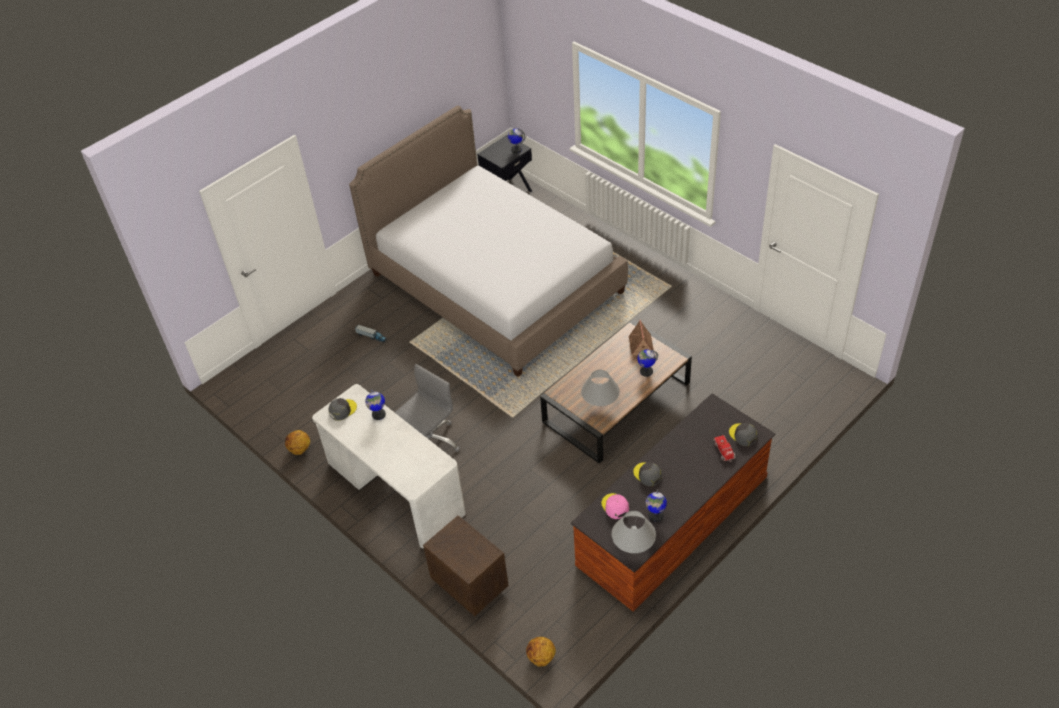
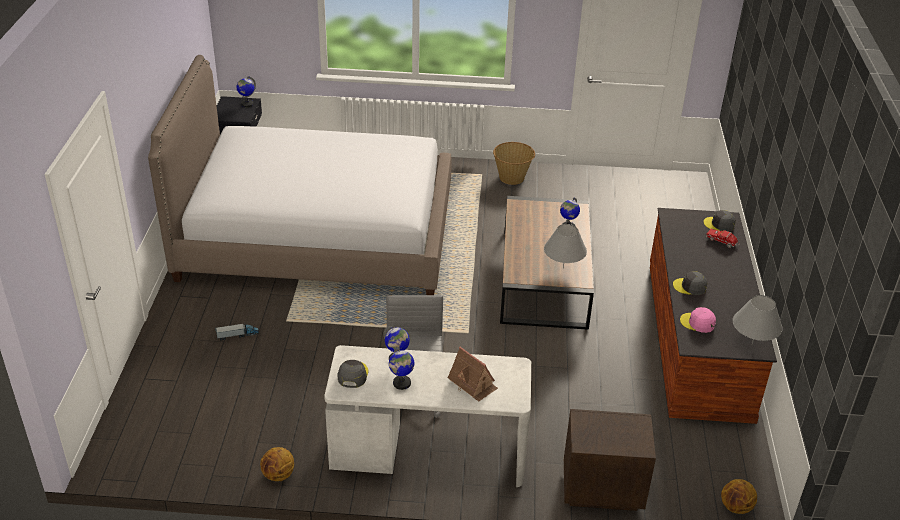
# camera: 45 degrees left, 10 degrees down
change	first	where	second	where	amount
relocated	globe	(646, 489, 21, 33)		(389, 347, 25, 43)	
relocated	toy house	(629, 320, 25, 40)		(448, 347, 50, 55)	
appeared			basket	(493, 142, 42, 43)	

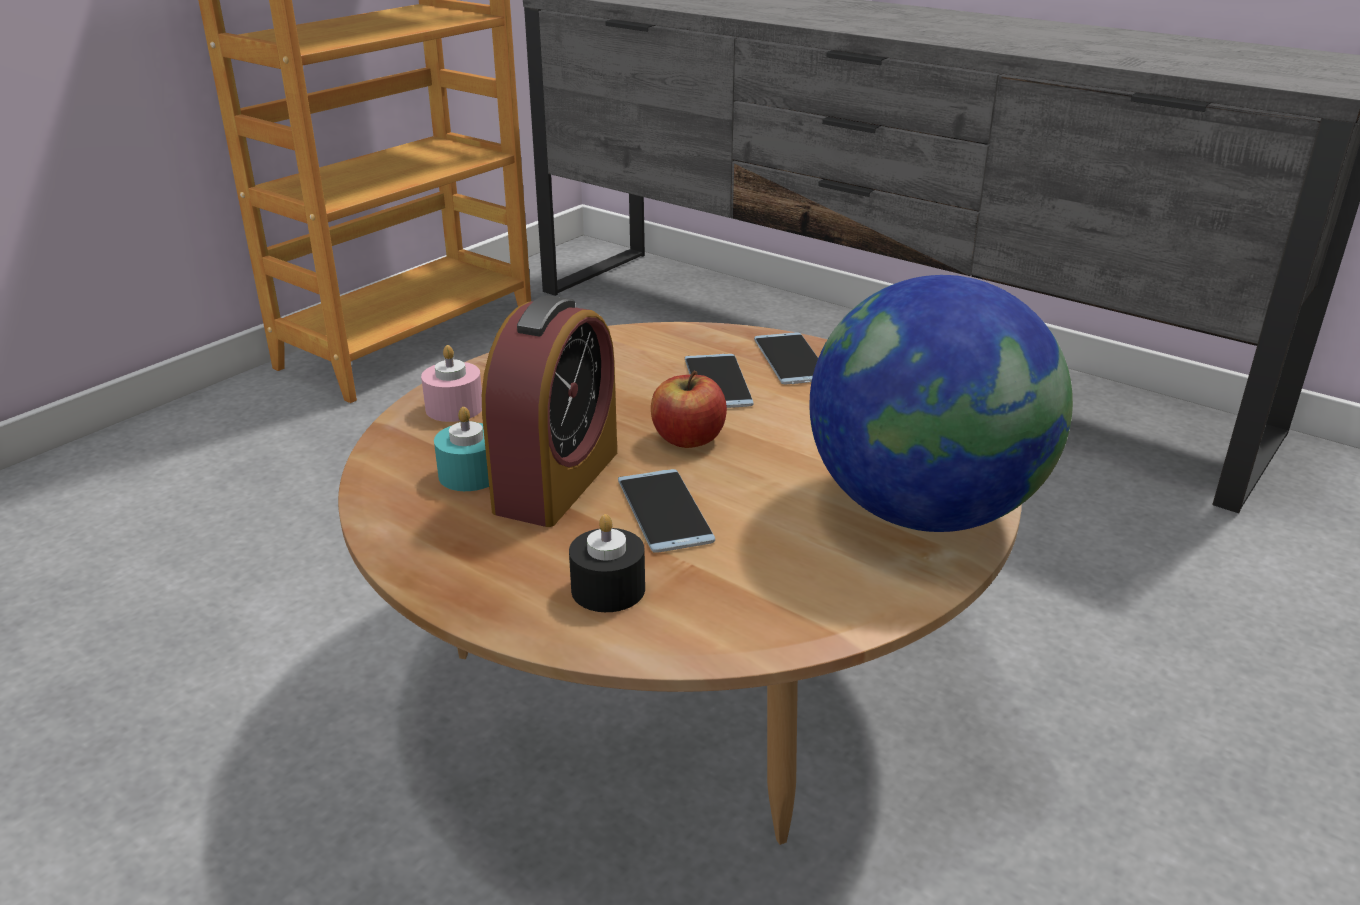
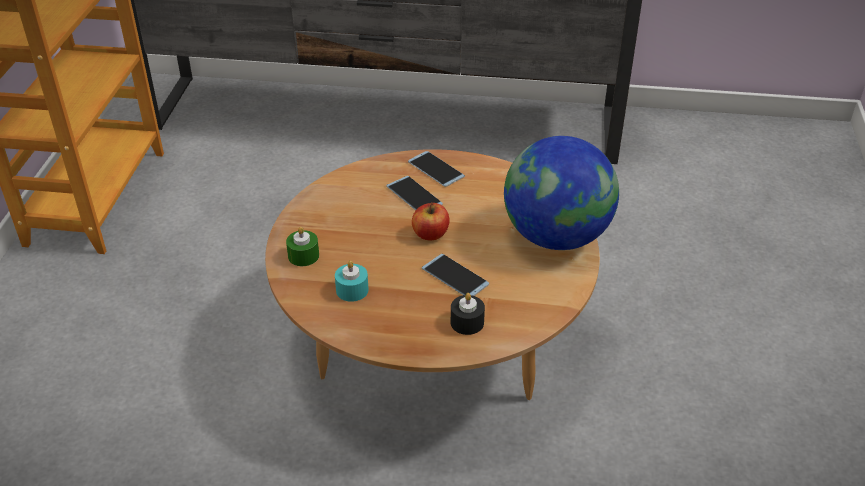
# camera: 30 degrees left, 10 degrees up
change	first	where	second	where	amount
colour	pink candle	(421, 345, 61, 77)	green candle	(286, 227, 33, 39)	
missing	alarm clock	(482, 295, 135, 232)			

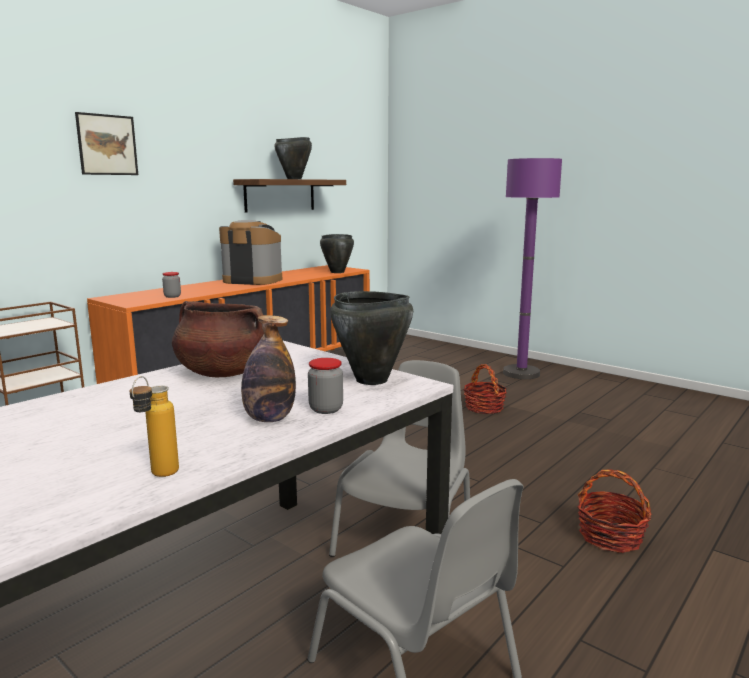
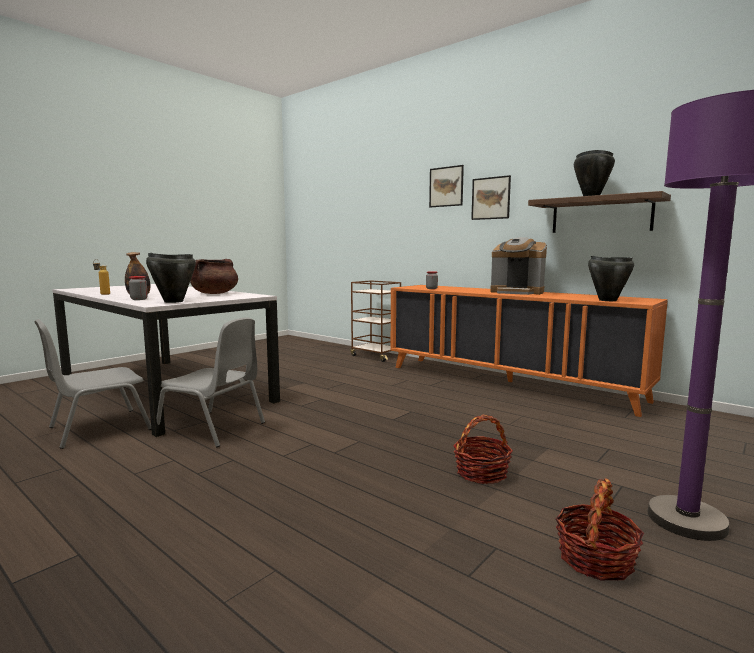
# camera: 90 degrees right, 5 degrees down
change	first	where	second	where	amount
appeared			picture	(471, 175, 40, 45)	
spun	coffee machine	(219, 220, 63, 65)		(490, 237, 57, 58)	105 degrees clockwise
relocated	basket	(577, 469, 74, 84)		(555, 478, 89, 103)	

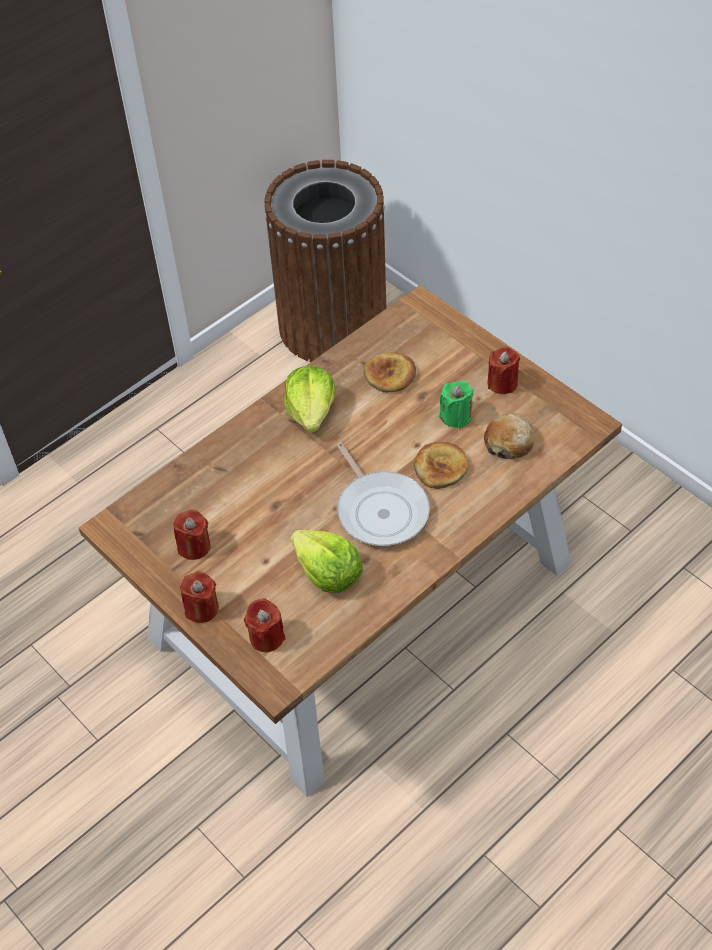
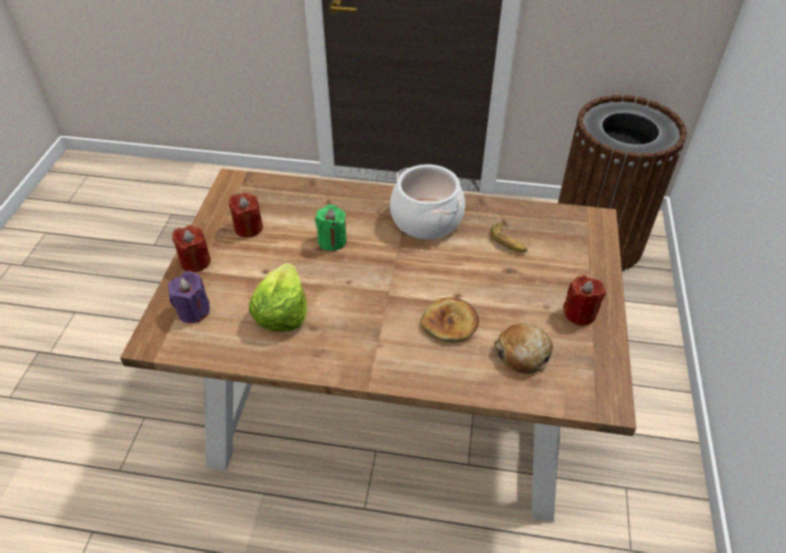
# camera: 50 degrees right, 5 degrees down
change	first	where	second	where	amount
colour	red candle	(244, 598, 41, 55)	purple candle	(168, 271, 42, 52)	
relocated	green candle	(440, 381, 34, 48)		(315, 205, 32, 46)	
exchanged	lettuce	(284, 366, 51, 66)	cooking pot	(390, 164, 75, 75)	
exchanged	bread	(364, 352, 52, 40)	banana	(491, 223, 37, 29)	
missing	frying pan	(337, 442, 93, 104)			

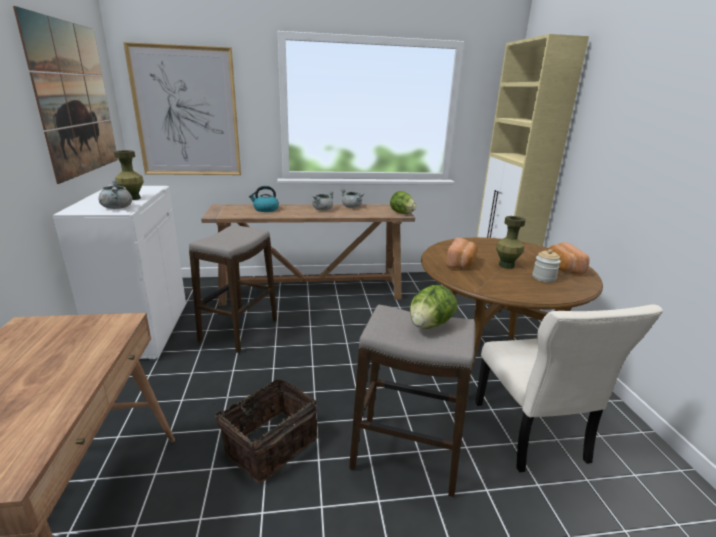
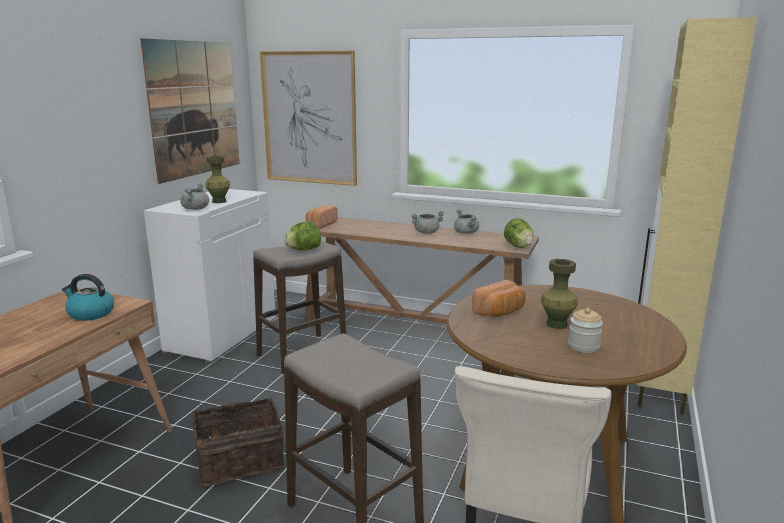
# camera: 30 degrees right, 5 degrees down
change	first	where	second	where	amount
relocated	kettle	(249, 186, 30, 26)		(62, 274, 52, 47)	
relocated	lettuce	(410, 285, 48, 44)		(284, 222, 37, 28)	
relocated	bread	(547, 242, 43, 33)		(306, 205, 32, 24)	

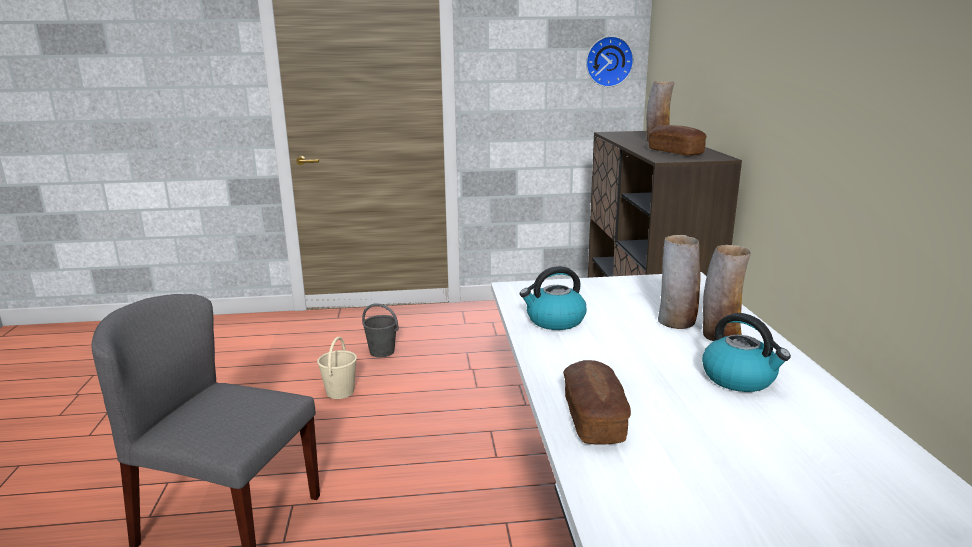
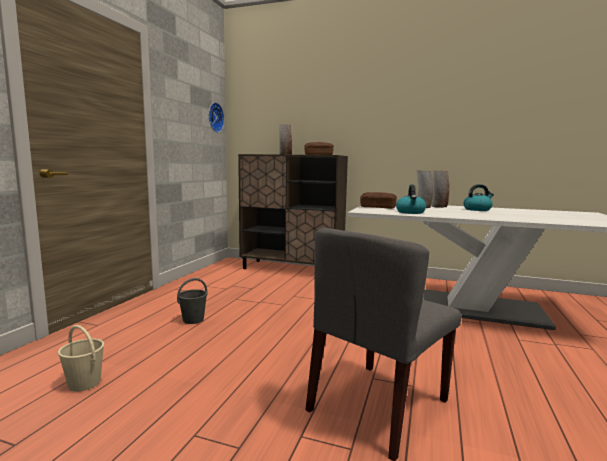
# camera: 65 degrees left, 10 degrees down
change	first	where	second	where	amount
relocated	beige bucket	(317, 337, 40, 62)		(58, 325, 46, 67)	
relocated	bread	(563, 360, 68, 85)		(360, 192, 37, 17)	

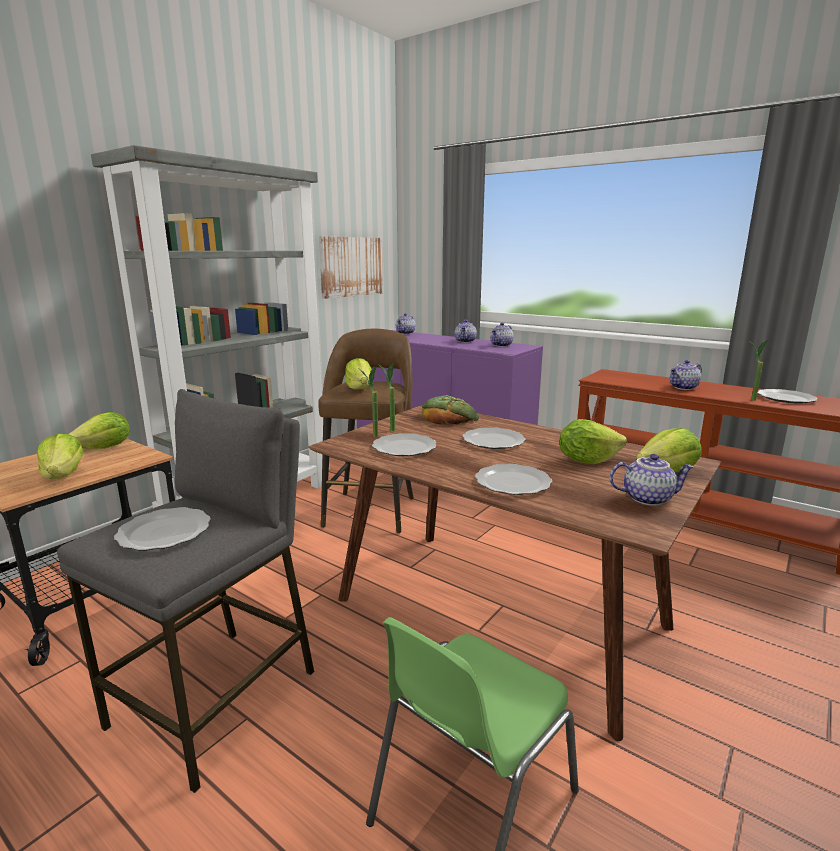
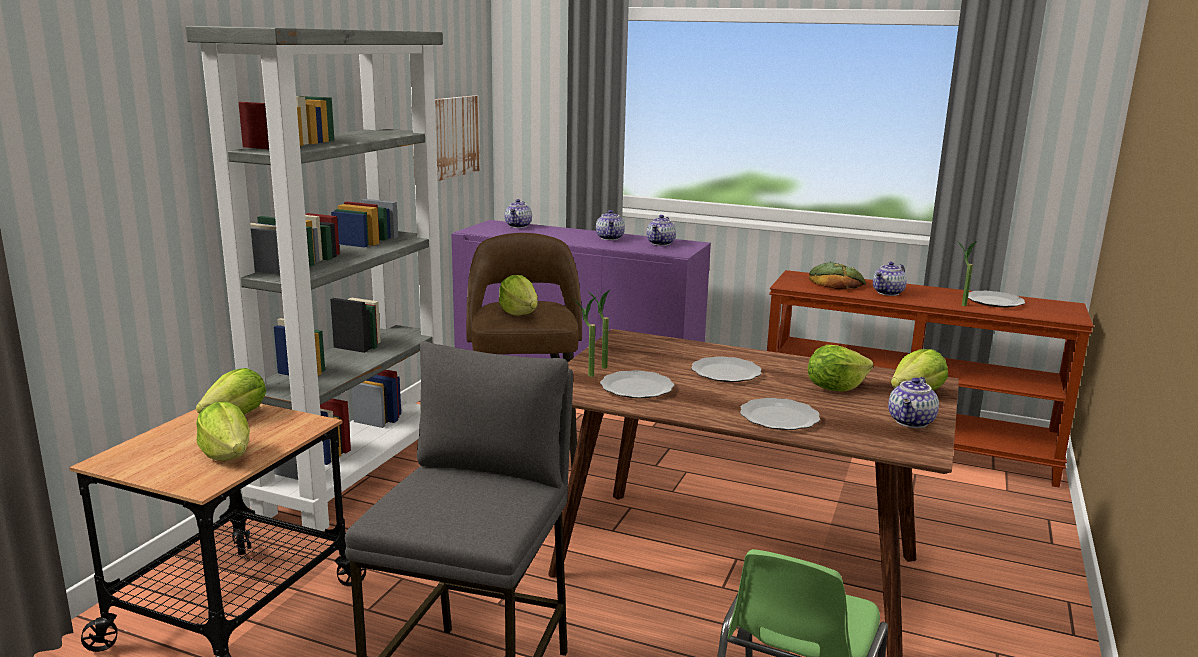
# camera: 15 degrees left, 0 degrees up
change	first	where	second	where	amount
relocated	bread	(422, 395, 57, 29)		(809, 262, 57, 27)	
spun	teapot	(609, 454, 85, 52)		(888, 377, 51, 51)	135 degrees clockwise
missing	plate	(114, 507, 97, 44)			

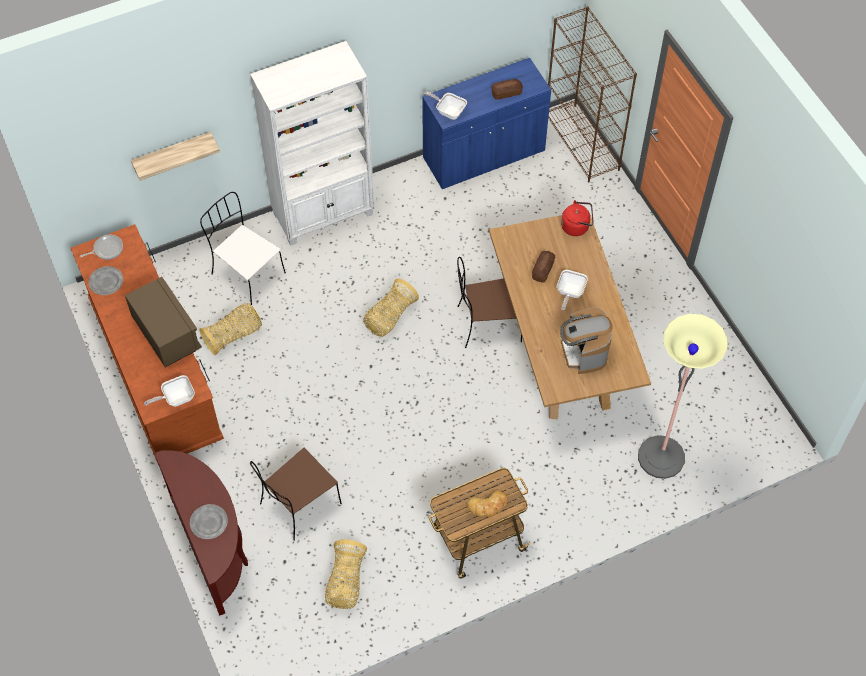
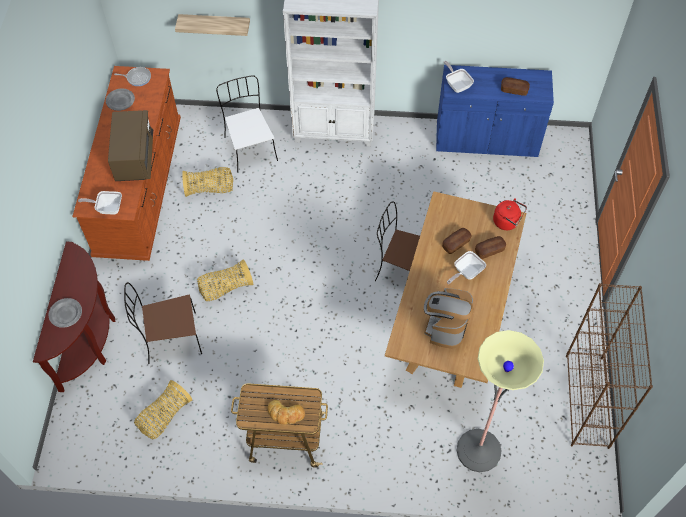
# camera: 30 degrees right, 0 degrees up
change	first	where	second	where	amount
relocated	basket	(363, 279, 56, 58)		(197, 259, 56, 42)	
appeared			bread	(475, 236, 31, 23)	
relocated	brown bookcase	(548, 6, 89, 177)		(566, 283, 87, 166)	

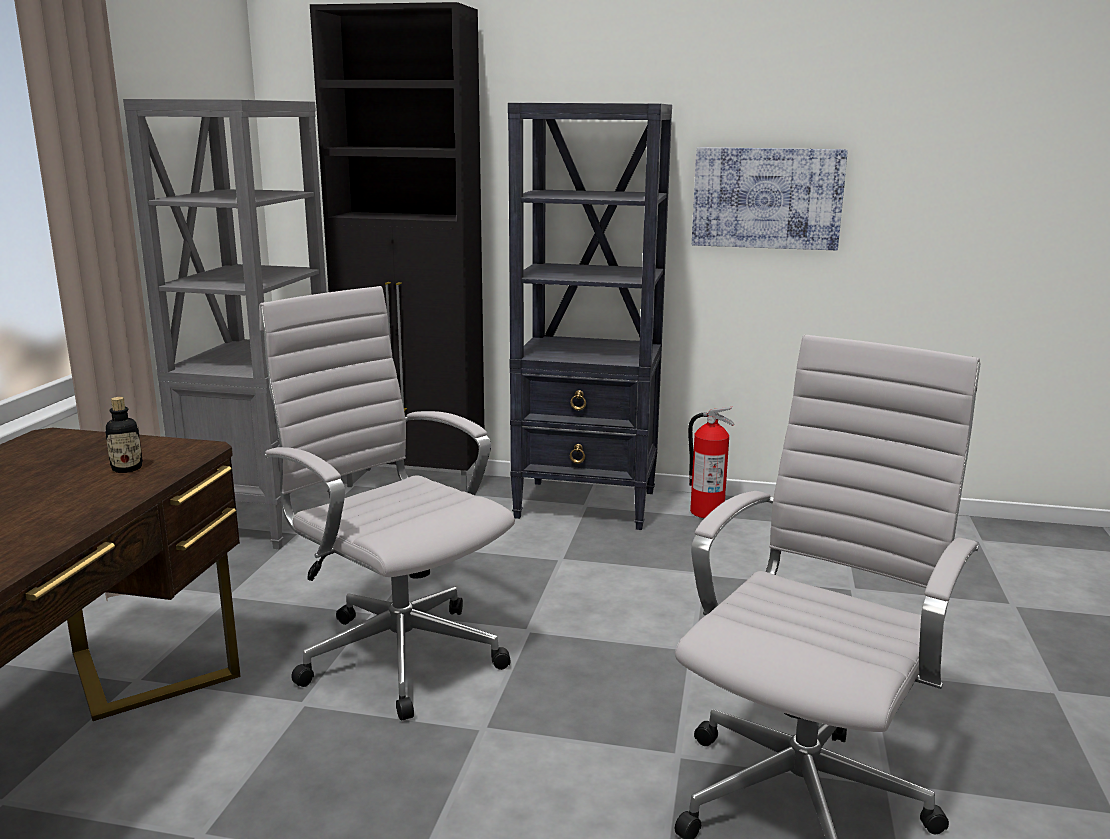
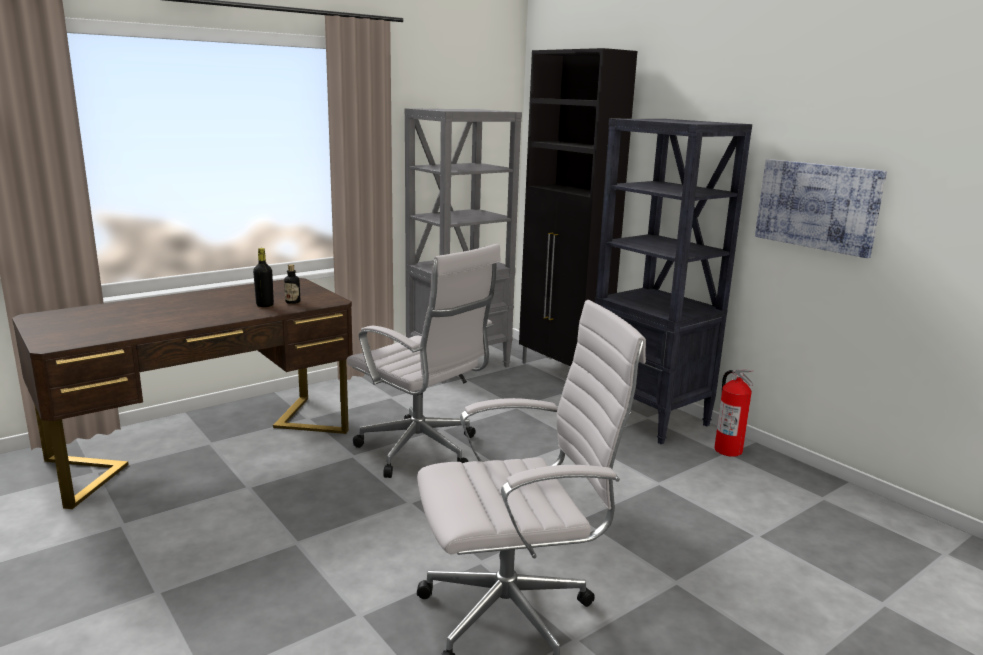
# camera: 40 degrees right, 0 degrees up
change	first	where	second	where	amount
appeared			black bottle	(253, 248, 21, 59)	
spun	white office chair	(259, 286, 256, 434)		(347, 244, 154, 234)	135 degrees clockwise

